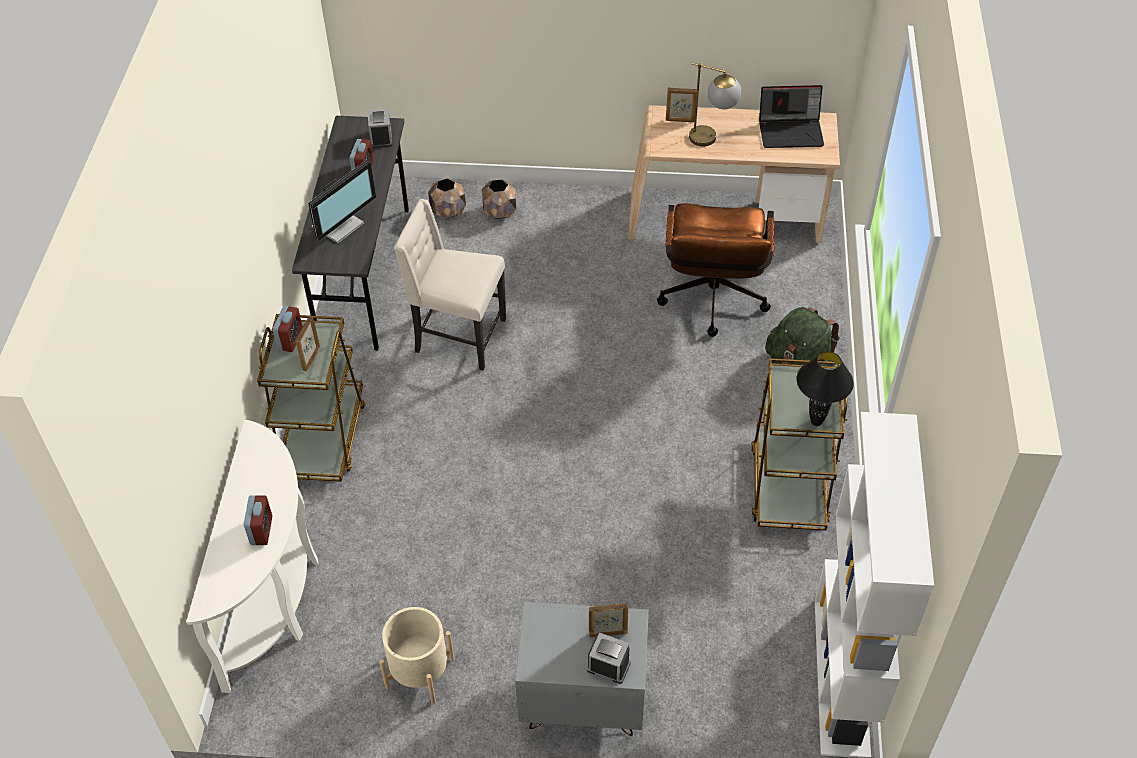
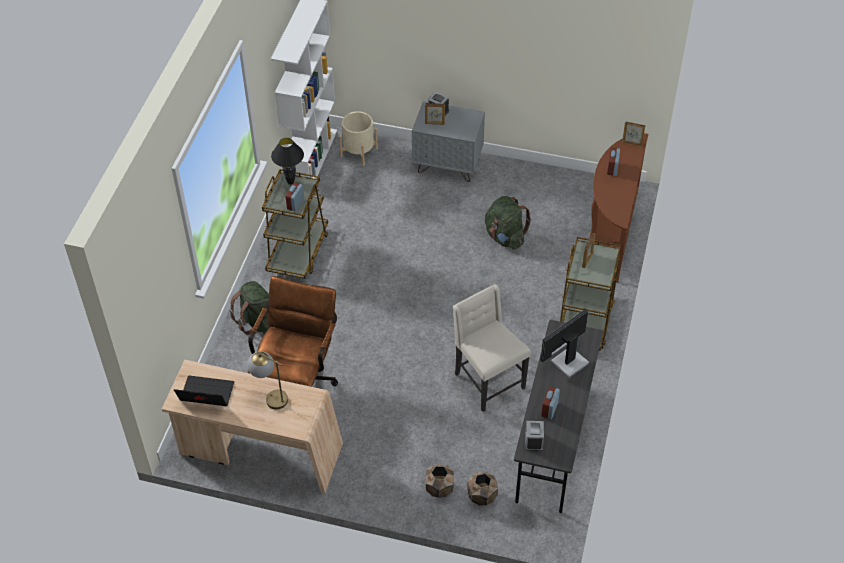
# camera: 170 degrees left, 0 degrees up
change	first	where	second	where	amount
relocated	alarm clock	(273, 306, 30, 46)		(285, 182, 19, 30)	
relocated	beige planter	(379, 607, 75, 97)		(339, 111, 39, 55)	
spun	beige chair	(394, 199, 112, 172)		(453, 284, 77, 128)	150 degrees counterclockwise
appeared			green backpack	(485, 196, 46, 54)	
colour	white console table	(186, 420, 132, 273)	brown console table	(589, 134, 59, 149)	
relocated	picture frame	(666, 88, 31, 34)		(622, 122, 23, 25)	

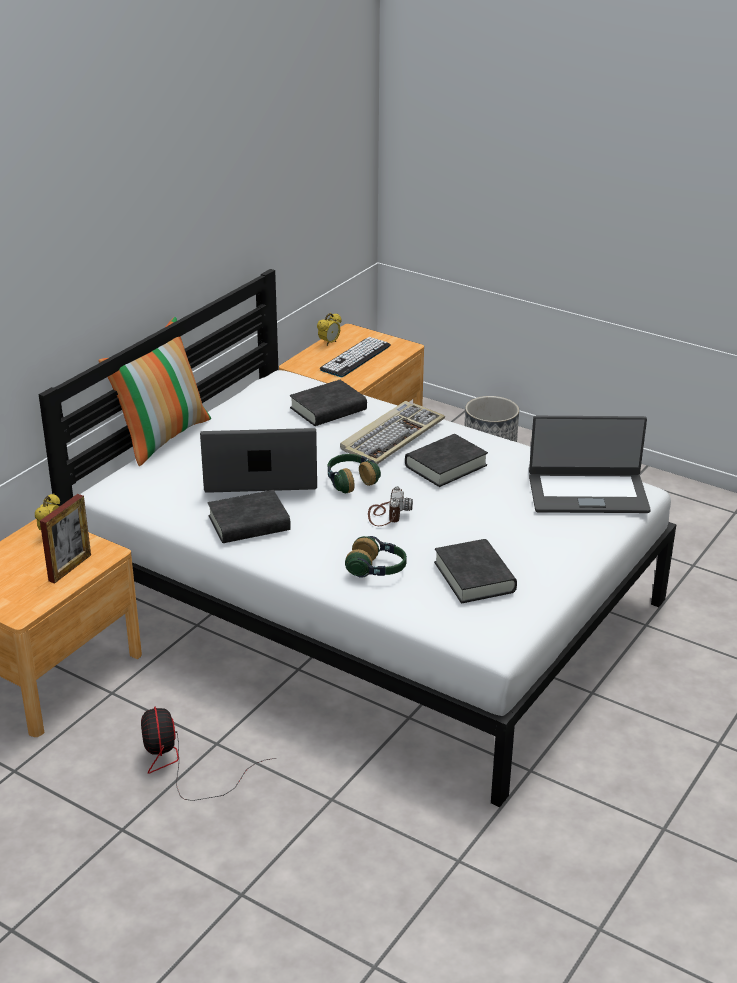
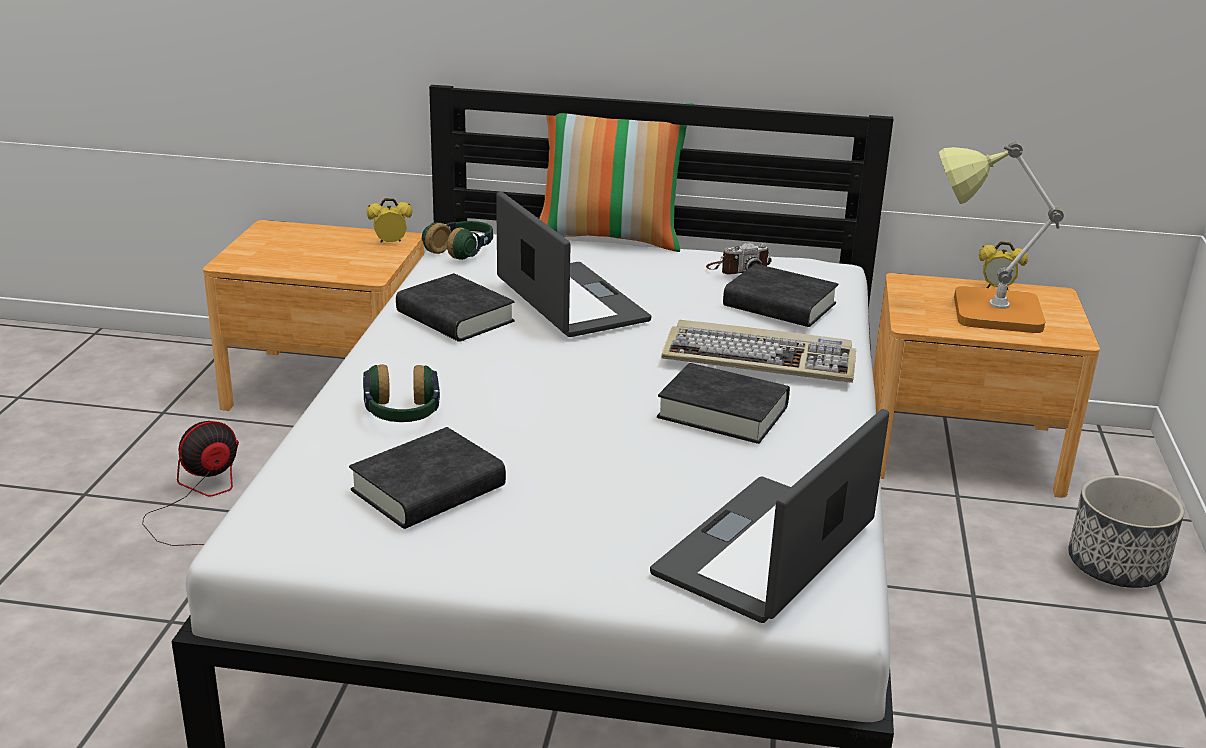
# camera: 65 degrees right, 5 degrees down
change	first	where	second	where	amount
relocated	headphones	(327, 454, 54, 39)		(422, 221, 71, 39)	
spun	laptop	(529, 416, 122, 97)		(650, 409, 239, 214)	60 degrees clockwise
relocated	photo camera	(368, 486, 45, 40)		(706, 243, 66, 32)	
exchanged	keyboard	(320, 337, 71, 40)	table lamp	(939, 141, 125, 192)	
missing	picture frame	(40, 494, 51, 90)			

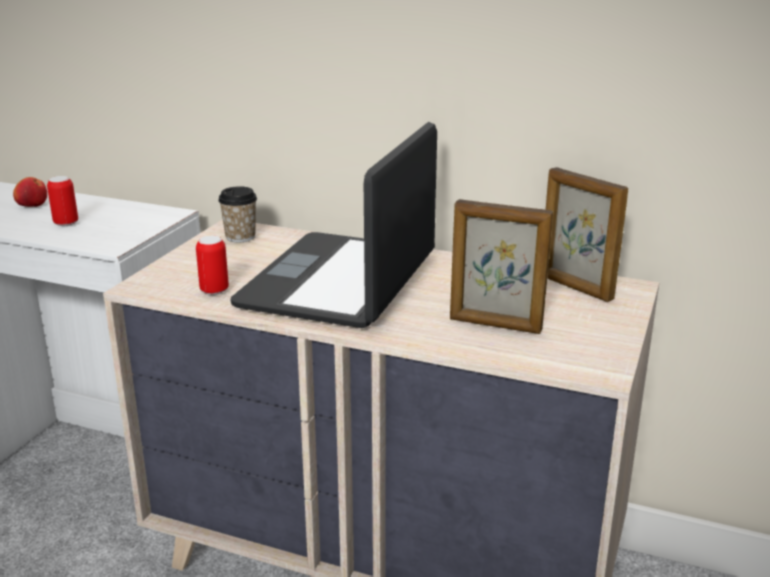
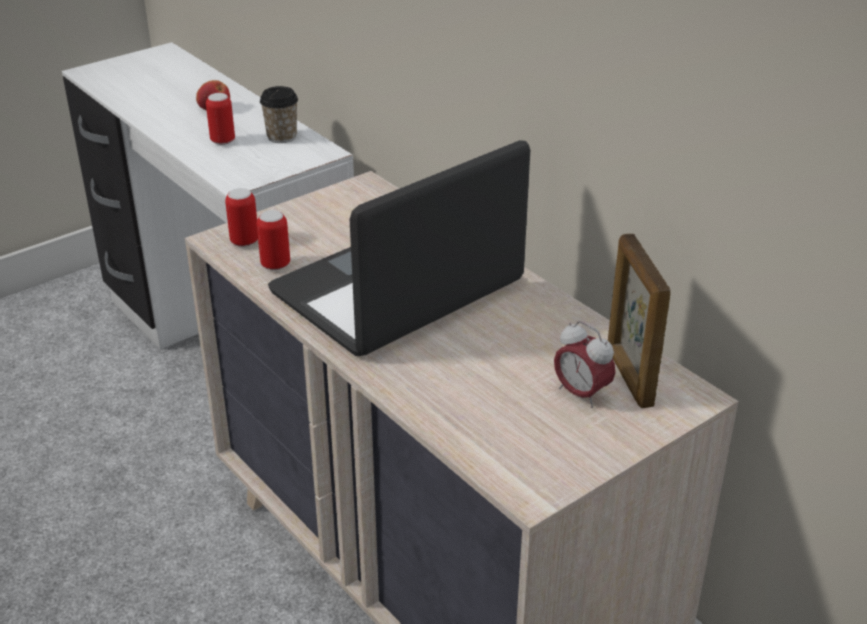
# camera: 30 degrees right, 10 degrees up
change	first	where	second	where	amount
appeared			can	(225, 188, 33, 59)	
relocated	cup	(218, 186, 39, 56)		(260, 86, 38, 57)	
appeared			alarm clock	(554, 321, 61, 87)	
missing	picture frame	(450, 199, 103, 135)			

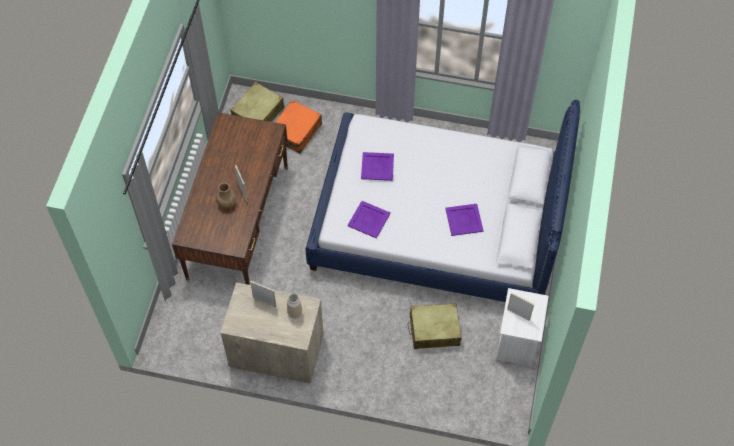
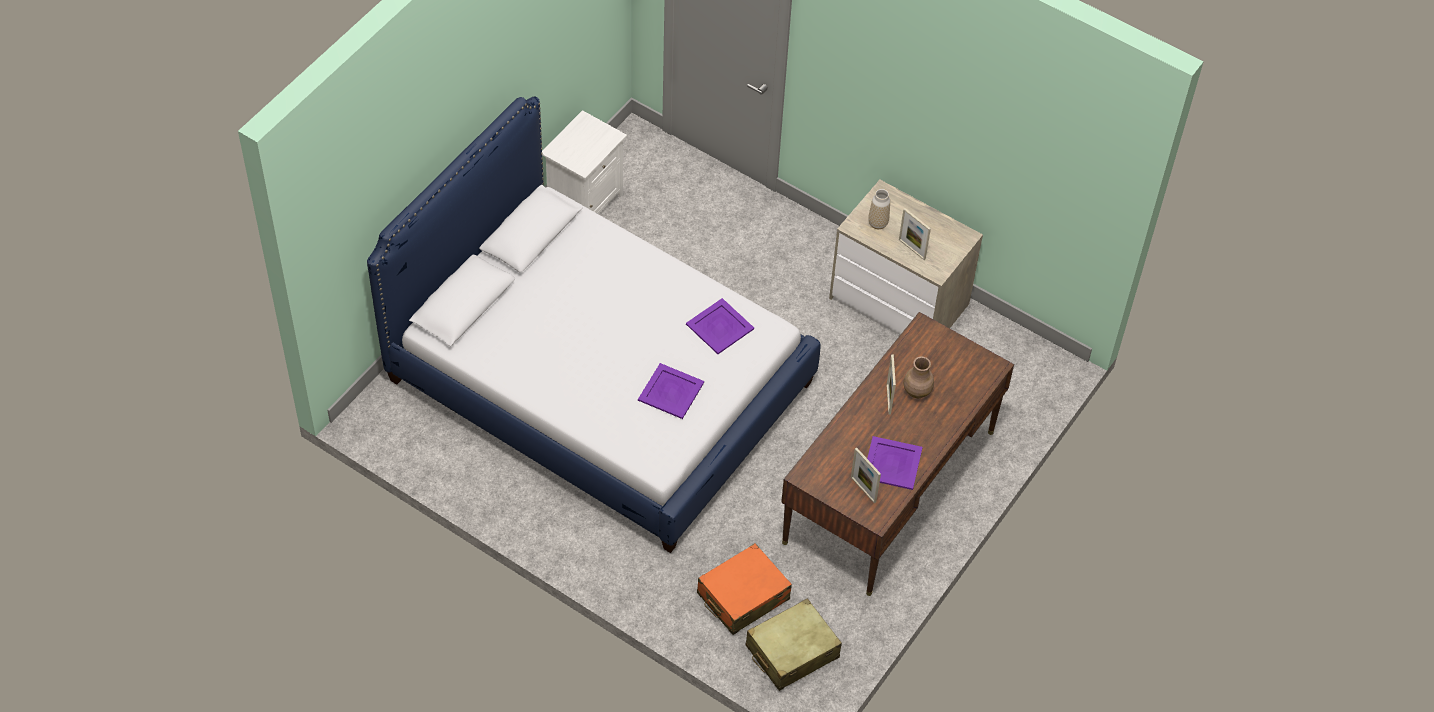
# camera: 160 degrees left, 5 degrees down
change	first	where	second	where	amount
relocated	picture frame	(507, 292, 27, 29)		(851, 448, 30, 56)	
relocated	purple tray	(445, 204, 39, 32)		(867, 436, 56, 54)	
missing	beige suitcase	(408, 303, 54, 46)			

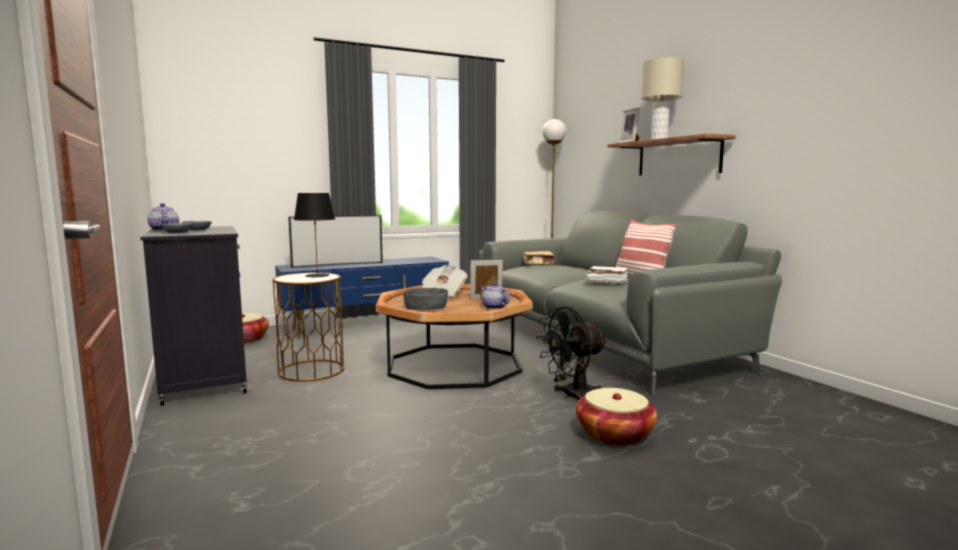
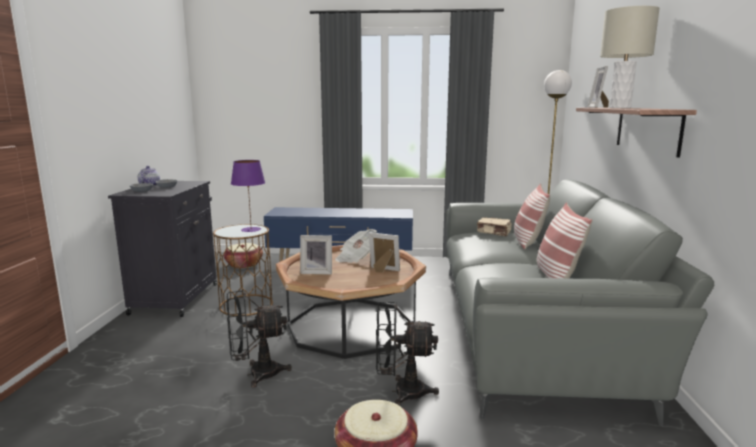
# camera: 30 degrees right, 5 degrees up
change	first	where	second	where	amount
appeared			black fan	(227, 290, 65, 98)	
colour	black table lamp	(294, 193, 41, 84)	purple table lamp	(231, 160, 34, 72)	
exchanged	grey bowl	(403, 288, 45, 22)	picture frame	(300, 235, 32, 40)	
appeared			pillow	(514, 183, 36, 66)	
missing	television	(288, 215, 95, 53)			
missing	teapot	(481, 283, 29, 26)			
missing	white book	(586, 266, 42, 18)			

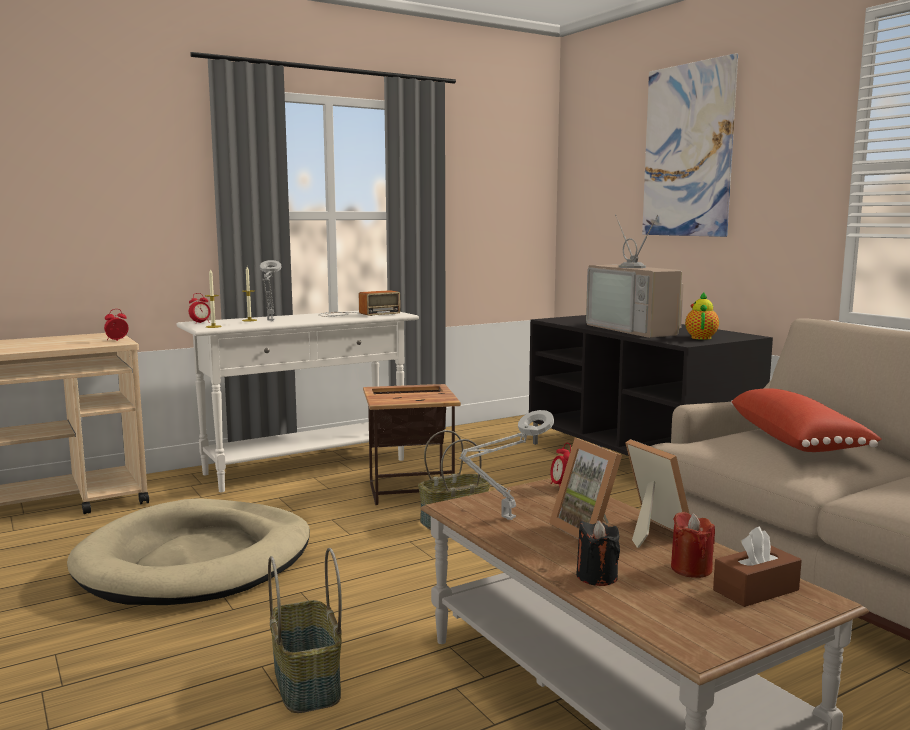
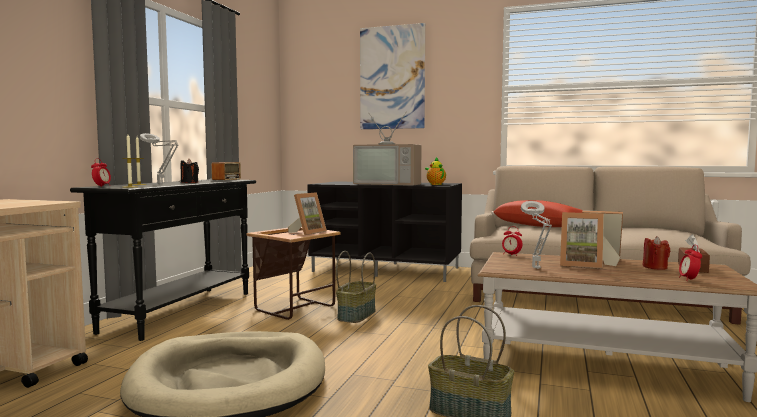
# camera: 40 degrees left, 5 degrees down
change	first	where	second	where	amount
colour	white console table	(176, 311, 243, 181)	black console table	(70, 179, 186, 162)	
relocated	black candle	(576, 520, 44, 66)		(181, 159, 18, 24)	
appeared			picture frame	(288, 192, 39, 43)	
relocated	alarm clock	(104, 309, 25, 32)		(679, 245, 23, 36)	

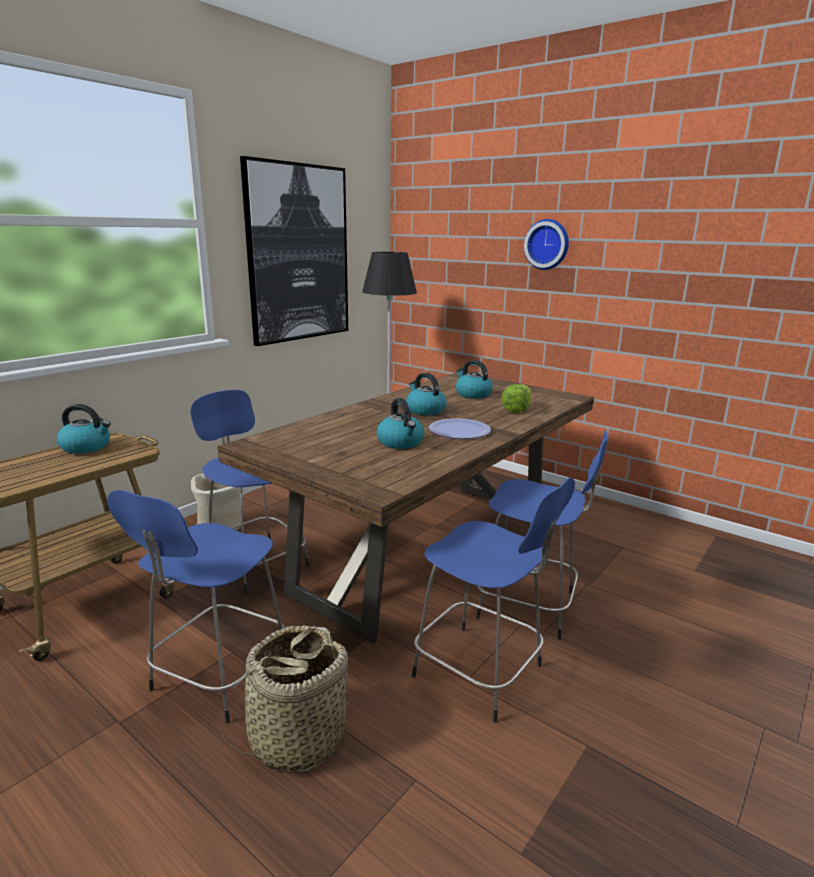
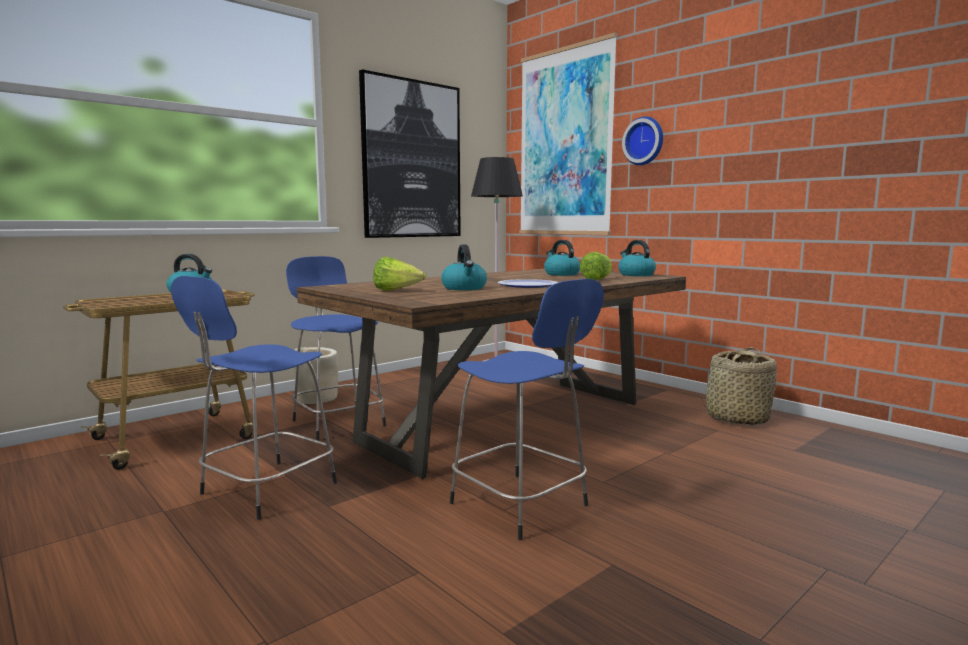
# camera: 10 degrees right, 10 degrees down
change	first	where	second	where	amount
appeared			lettuce	(373, 257, 53, 34)	
appeared			picture	(519, 33, 99, 202)	
relocated	kettle	(406, 373, 41, 42)		(618, 240, 38, 36)	
relocated	basket	(220, 625, 133, 146)		(702, 347, 75, 79)	
missing	blue stool	(476, 430, 132, 210)			

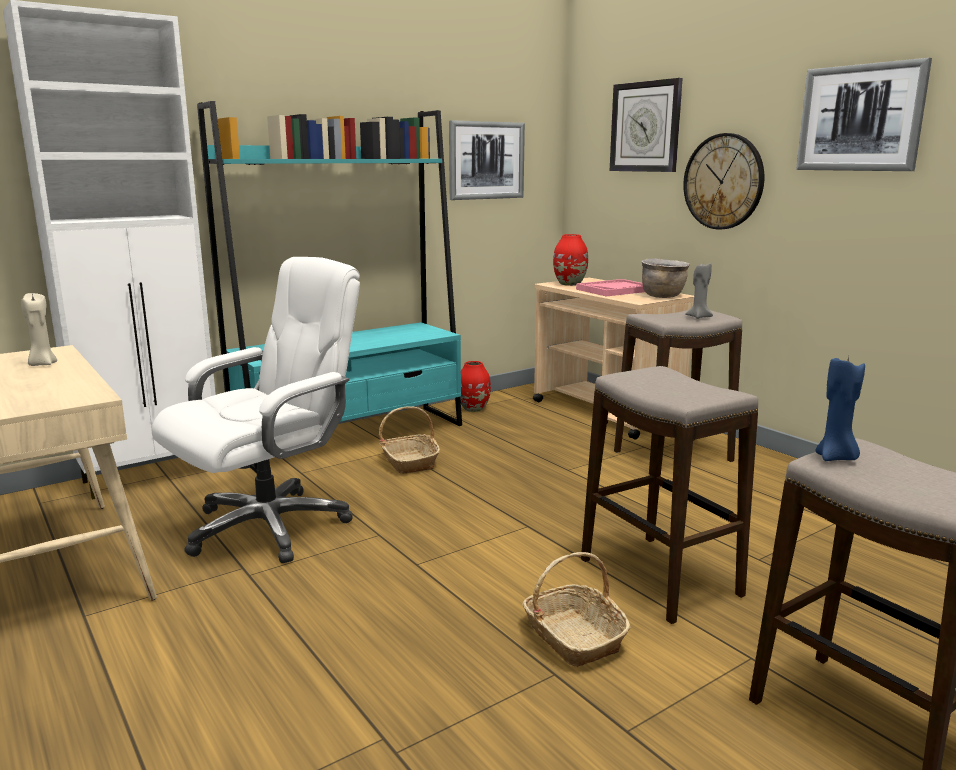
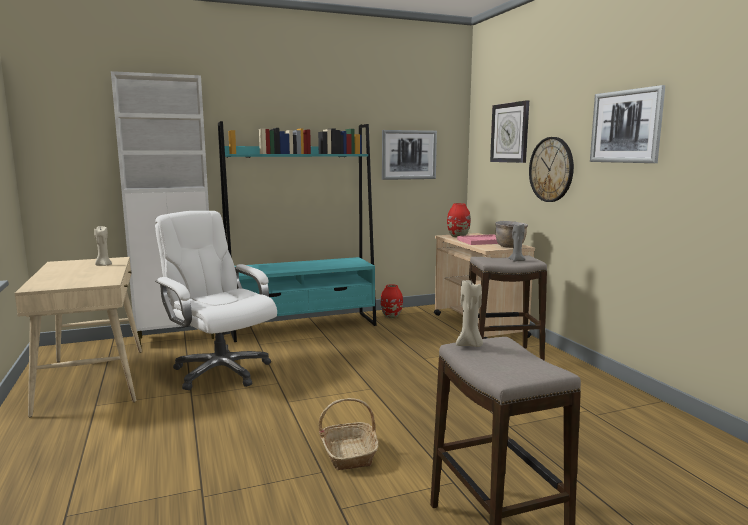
# camera: 15 degrees right, 5 degrees down
change	first	where	second	where	amount
spun	white office chair	(151, 257, 209, 306)		(155, 211, 122, 179)	105 degrees counterclockwise
colour	blue candle	(816, 356, 49, 105)	beige candle	(456, 280, 27, 67)	
missing	basket	(379, 406, 61, 68)			
missing	stool	(581, 366, 177, 258)			

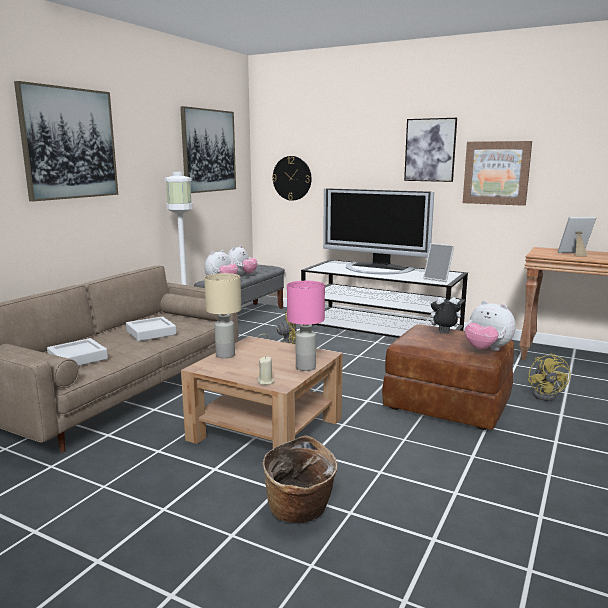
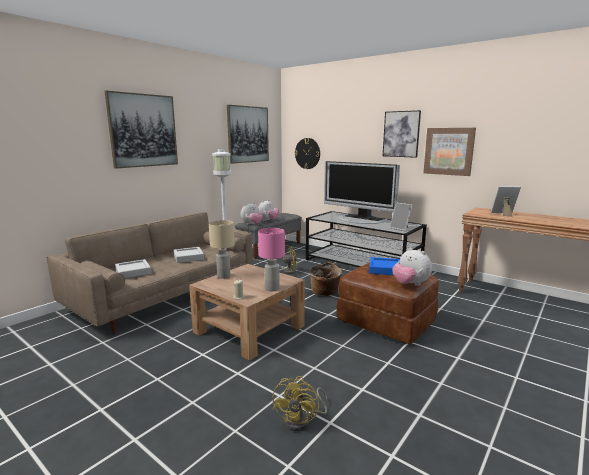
# camera: 10 degrees right, 0 degrees up
change	first	where	second	where	amount
relocated	yellow fan	(528, 353, 42, 48)		(273, 376, 55, 55)	
relocated	basket	(263, 436, 74, 87)		(310, 262, 32, 34)	
exchanged	plush toy	(426, 297, 35, 36)	blue tray	(369, 257, 31, 18)	

